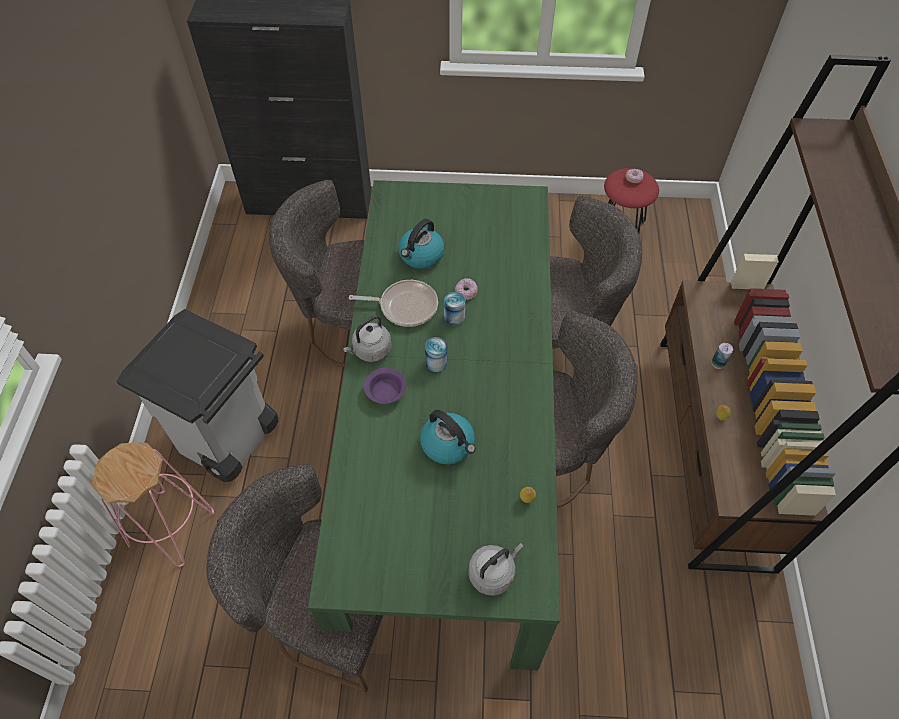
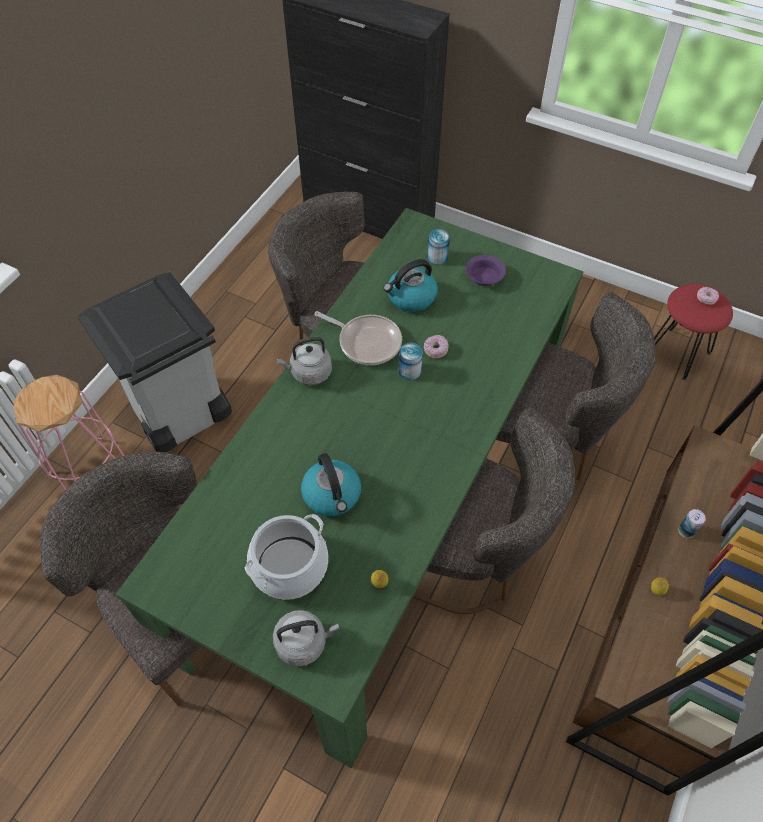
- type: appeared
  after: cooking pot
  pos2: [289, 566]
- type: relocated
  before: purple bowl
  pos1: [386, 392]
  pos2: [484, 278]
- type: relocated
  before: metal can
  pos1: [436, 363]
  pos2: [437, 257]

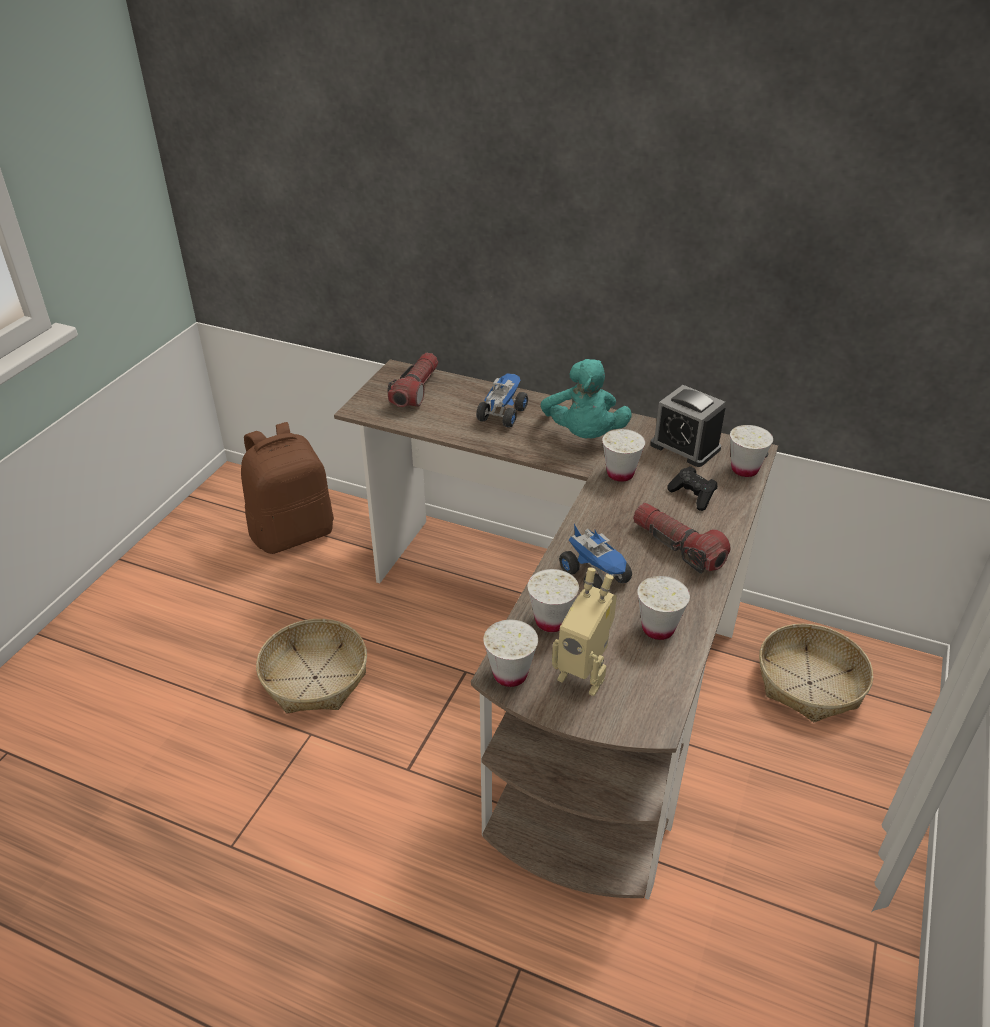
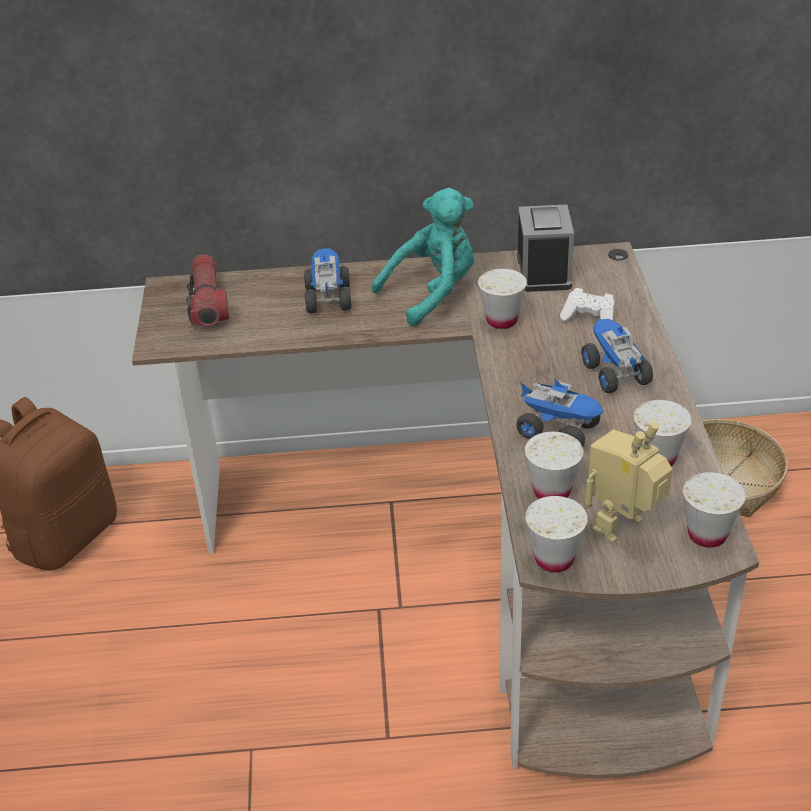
- type: missing
  before: household basket
  pos1: [315, 677]
- type: relocated
  before: white small cup
  pos1: [744, 469]
  pos2: [707, 534]
- type: exchanged
  before: flashlight
  after: toy lorry
  pos1: [677, 547]
  pos2: [614, 373]
- type: colour
  before: black gamepad
  after: white gamepad
  pos1: [693, 496]
  pos2: [589, 318]
- type: spun
  before: blue-green soft toy
  pos1: [583, 435]
  pos2: [433, 293]
  turn: -90
- type: spun
  before: robot figure
  pos1: [584, 674]
  pos2: [624, 529]
  turn: 135
- type: spun
  before: bedside clock
  pos1: [685, 447]
  pos2: [544, 272]
  turn: -105

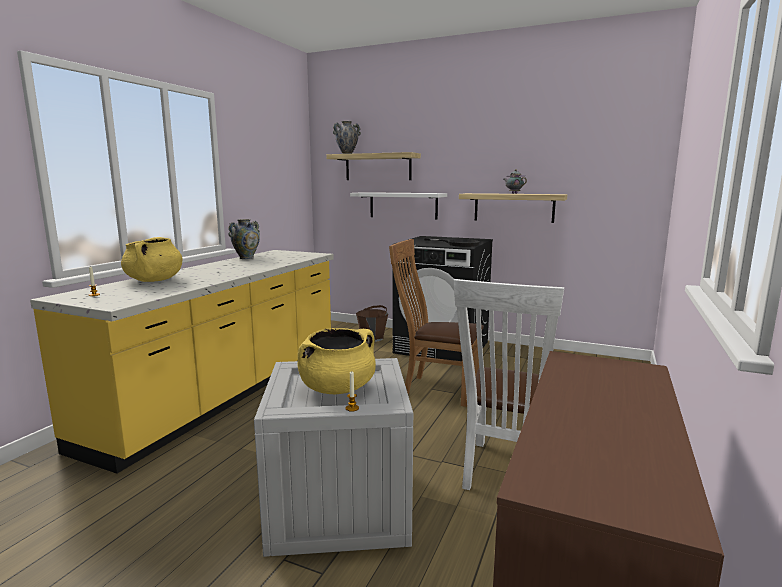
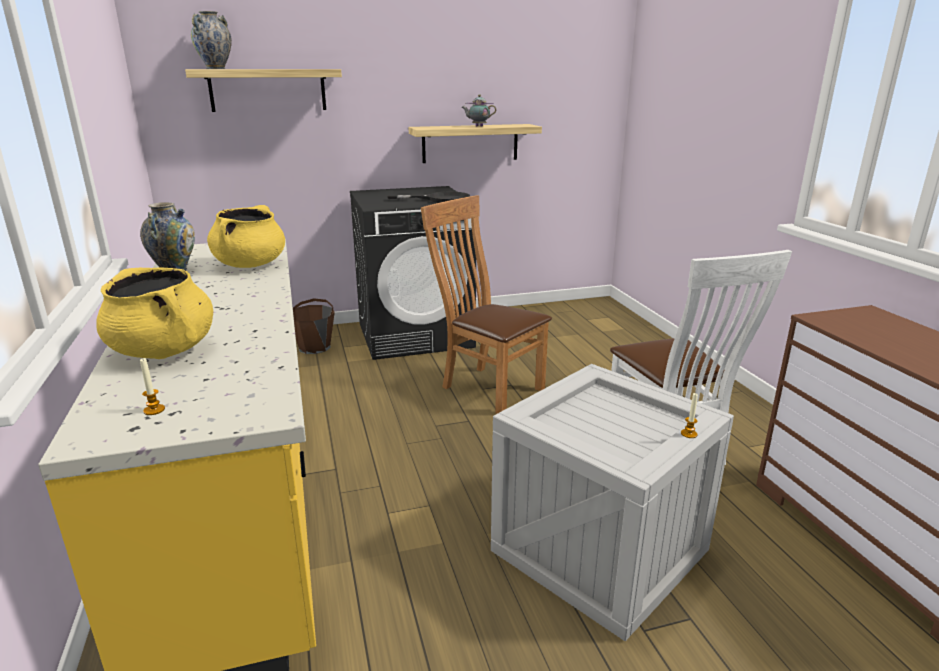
- type: missing
  before: white bracket shelf
  pos1: [403, 205]
- type: relocated
  before: yellow cooking pot
  pos1: [337, 388]
  pos2: [250, 265]
- type: spun
  before: brownish chair
  pos1: [436, 389]
  pos2: [487, 387]
  turn: 60

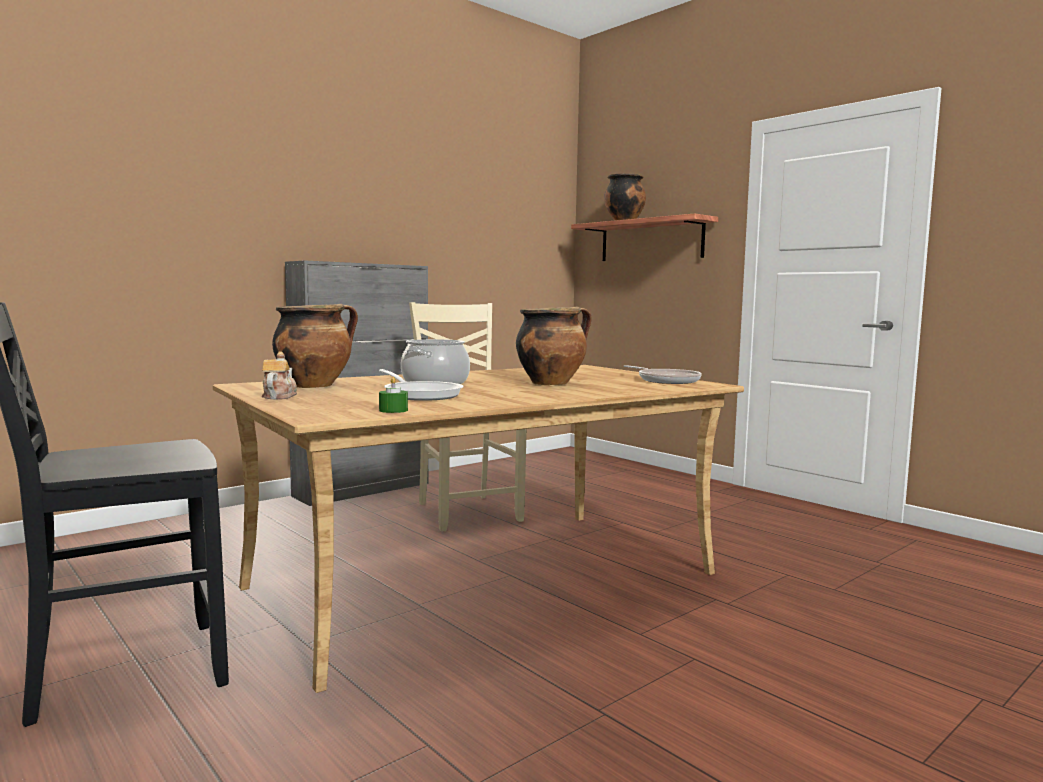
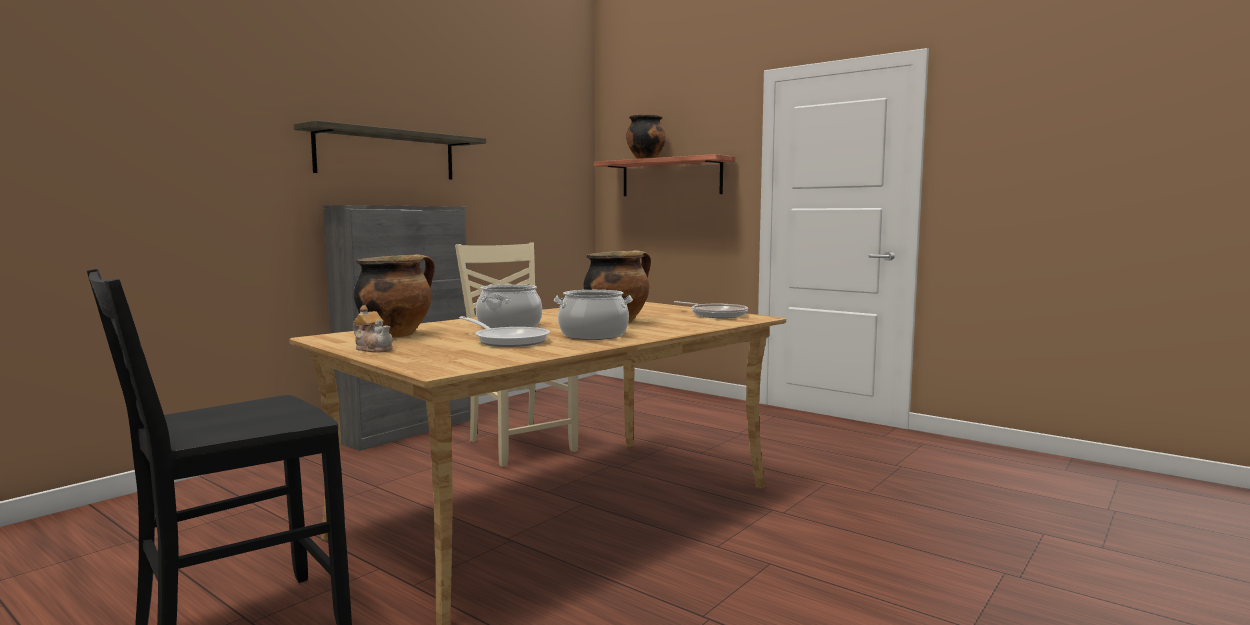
- type: missing
  before: greenish candle
  pos1: [393, 410]
- type: appeared
  after: bracket shelf
  pos2: [387, 154]
- type: appeared
  after: cooking pot
  pos2: [593, 335]
- type: spun
  before: teapot
  pos1: [279, 396]
  pos2: [374, 349]
  turn: 135

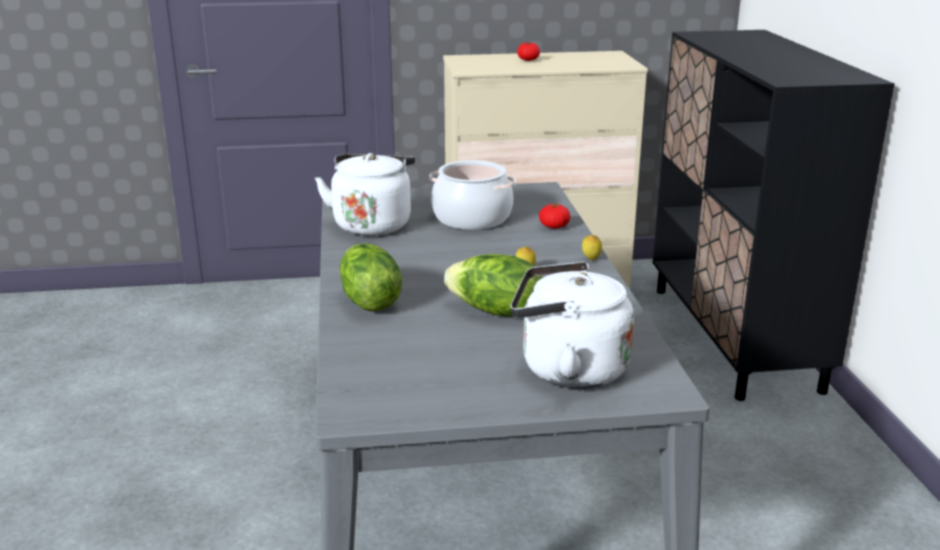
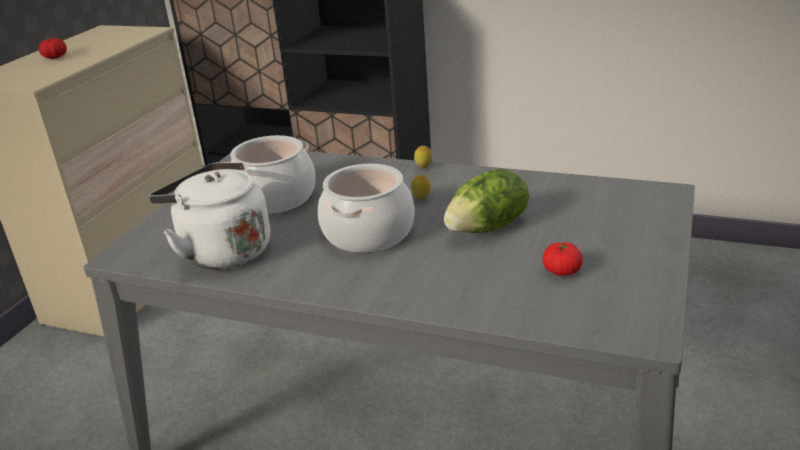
- type: missing
  before: head of lettuce
  pos1: [368, 301]
- type: missing
  before: white kettle
  pos1: [567, 369]
- type: appeared
  after: cooking pot
  pos2: [368, 233]
- type: relocated
  before: whole tomato
  pos1: [554, 226]
  pos2: [562, 271]

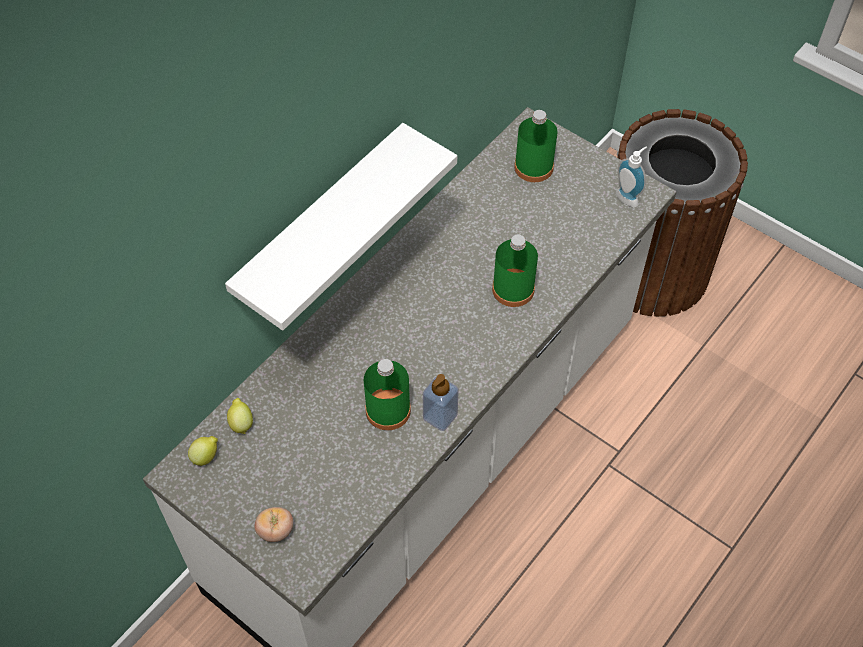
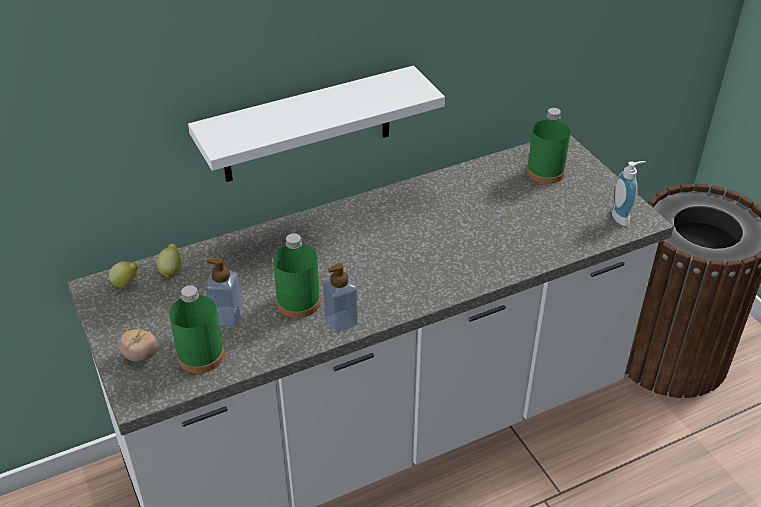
- type: appeared
  after: soap dispenser
  pos2: [227, 317]
- type: relocated
  before: greenish bottle
  pos1: [513, 289]
  pos2: [201, 355]

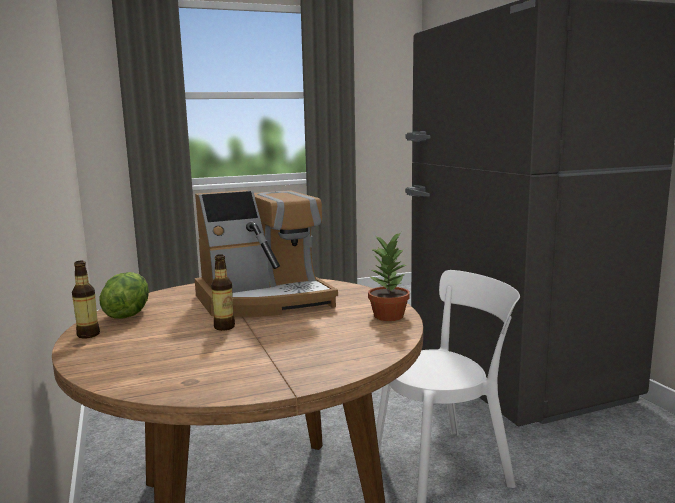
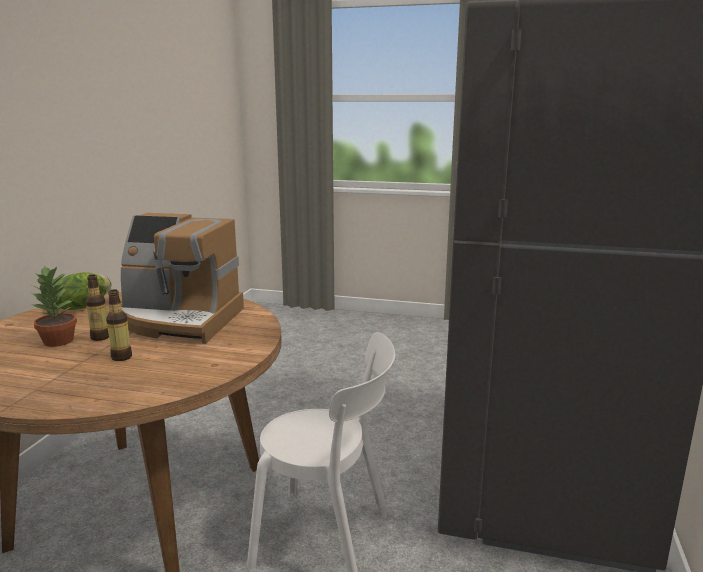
- type: relocated
  before: bottle
  pos1: [88, 335]
  pos2: [121, 357]
- type: relocated
  before: plant in a pot
  pos1: [389, 316]
  pos2: [58, 341]

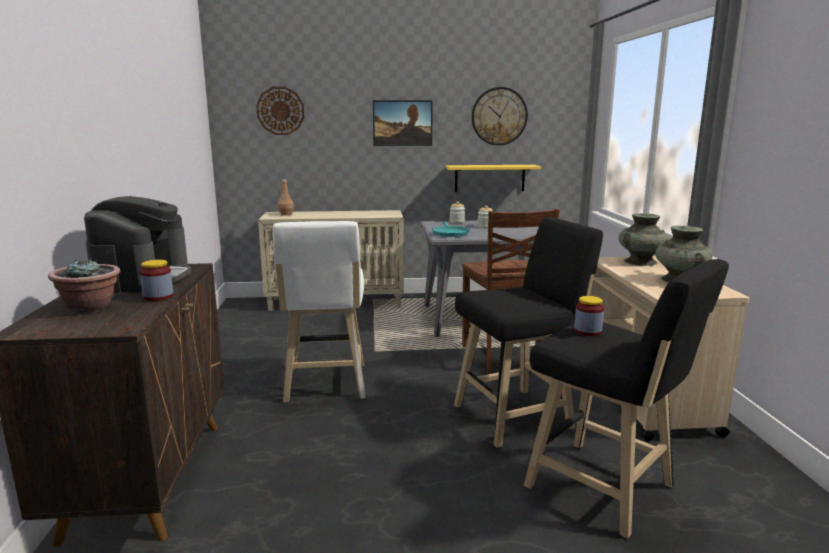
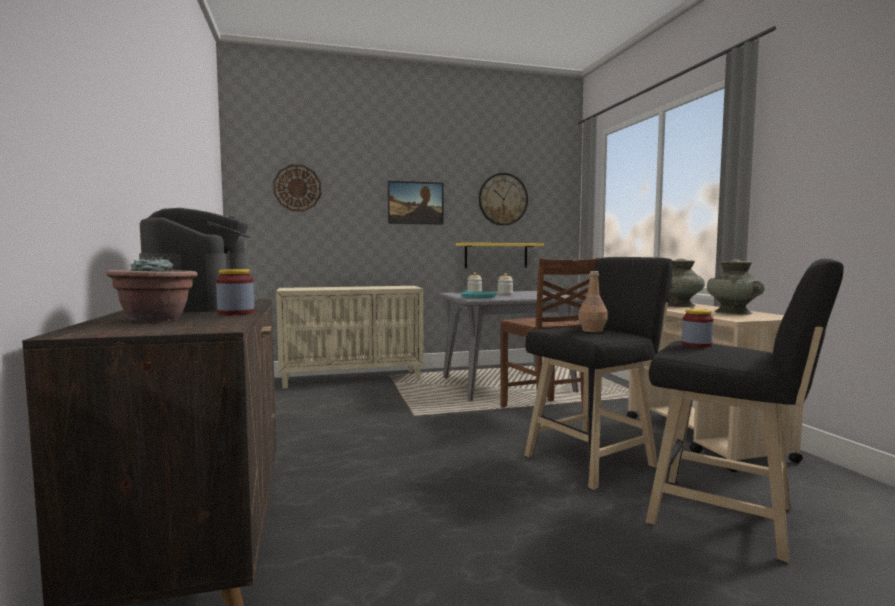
- type: missing
  before: white stool seat
  pos1: [325, 385]
- type: relocated
  before: brownish bottle
  pos1: [286, 214]
  pos2: [592, 330]

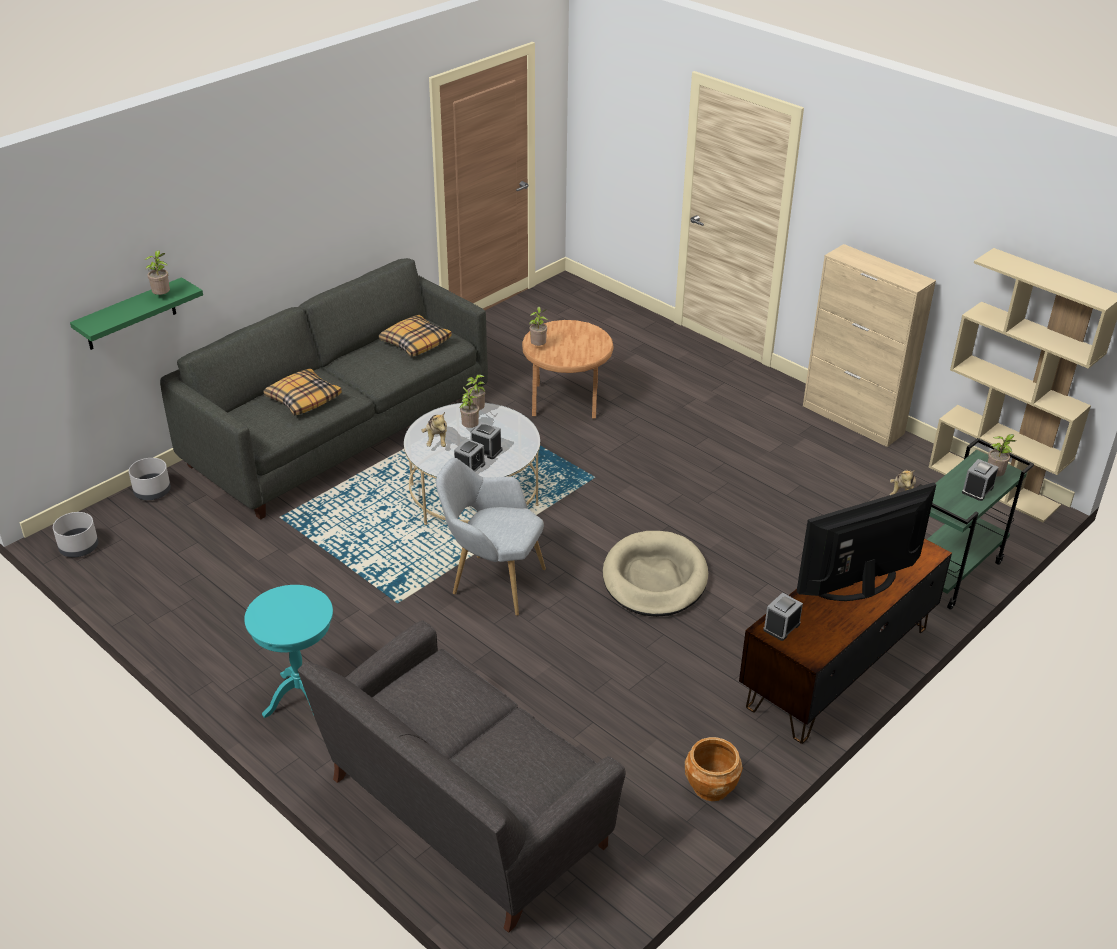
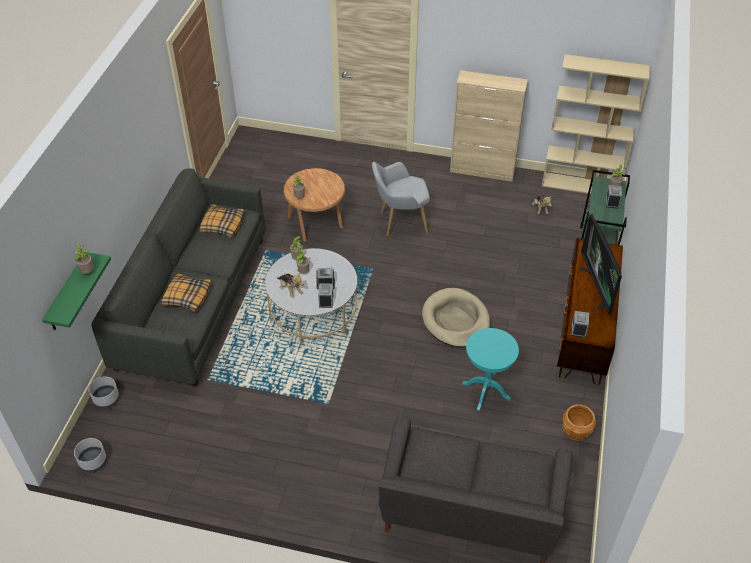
- type: relocated
  before: blue-green accent table
  pos1: [301, 698]
  pos2: [486, 391]
- type: relocated
  before: gray easy chair
  pos1: [492, 581]
  pos2: [400, 222]
- type: spun
  before: TV set
  pos1: [860, 588]
  pos2: [597, 287]
  turn: -45

